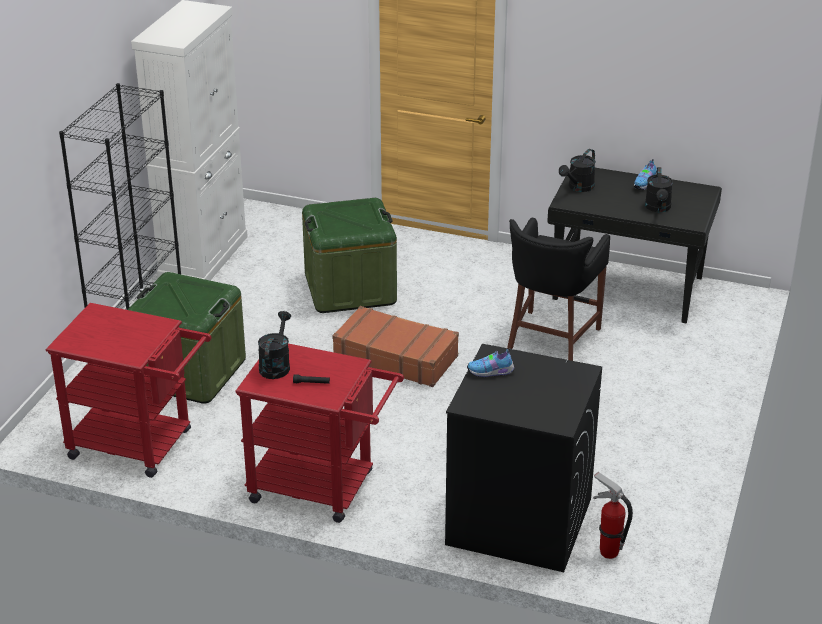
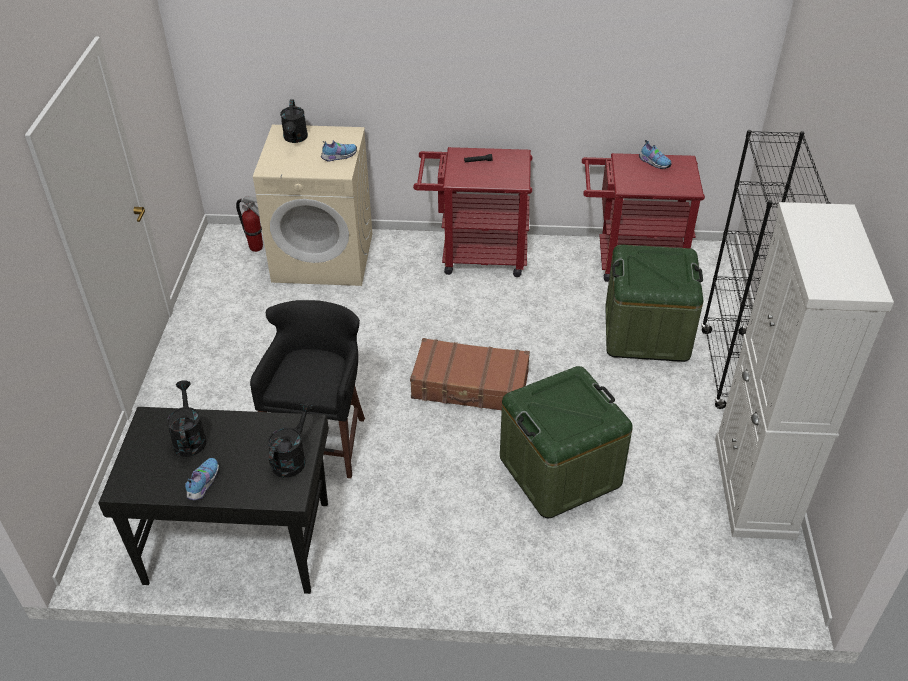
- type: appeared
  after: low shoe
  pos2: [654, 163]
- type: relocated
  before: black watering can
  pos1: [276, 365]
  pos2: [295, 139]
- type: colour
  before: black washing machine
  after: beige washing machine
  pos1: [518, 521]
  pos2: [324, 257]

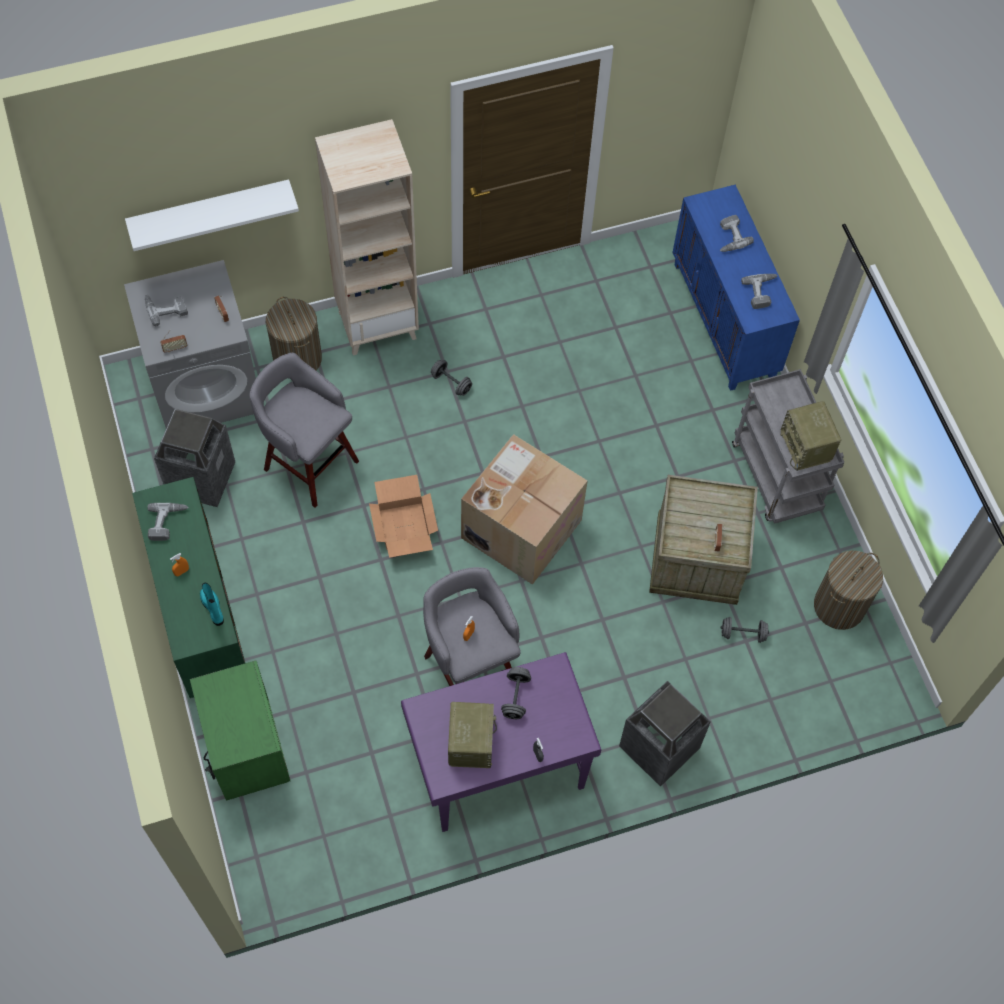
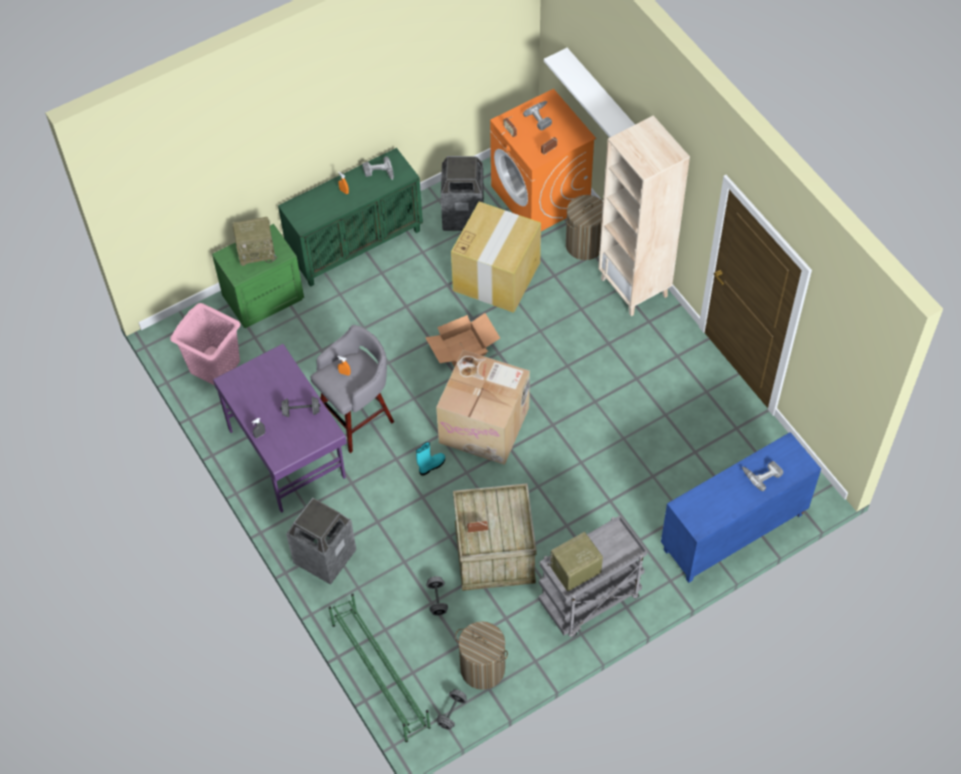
- type: missing
  before: power drill
  pos1: [762, 292]
- type: appeared
  after: pink-coloured laundry basket
  pos2: [214, 366]
- type: appeared
  after: greenish shoe rack
  pos2: [380, 674]
- type: relocated
  before: blue-green tall boot
  pos1: [213, 609]
  pos2: [431, 466]
- type: relocated
  before: gray dumbbell
  pos1: [451, 383]
  pos2: [452, 712]
- type: relocated
  before: radio receiver
  pos1: [470, 742]
  pos2: [257, 251]
- type: exchanged
  before: gray stool seat
  after: packing box
  pos1: [309, 463]
  pos2: [497, 275]
- type: colour
  before: gray washing machine
  after: orange washing machine
  pos1: [206, 386]
  pos2: [541, 196]

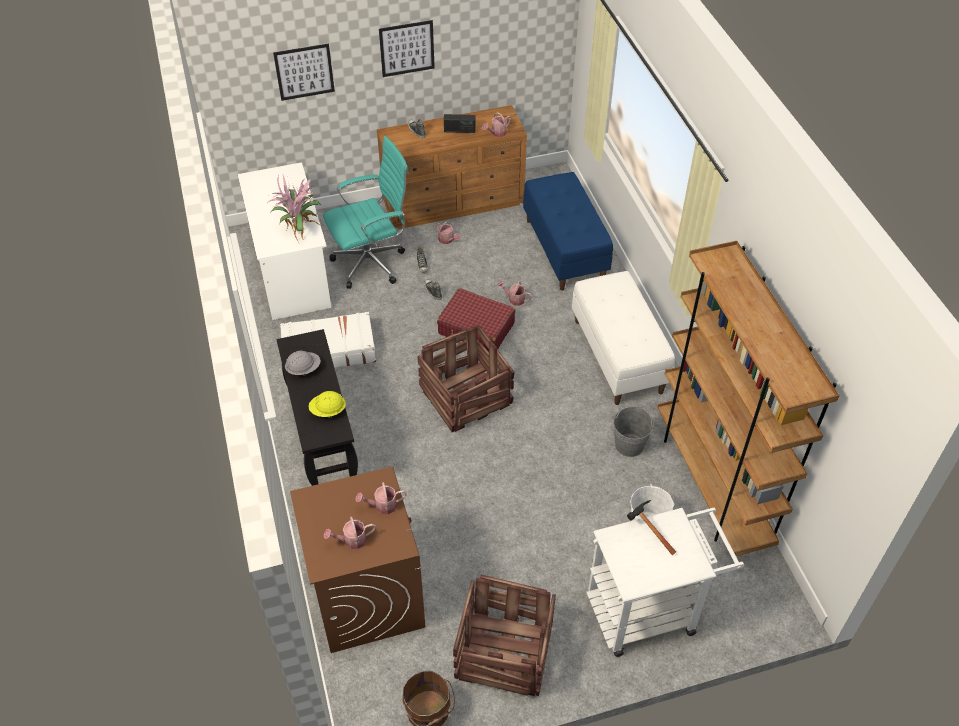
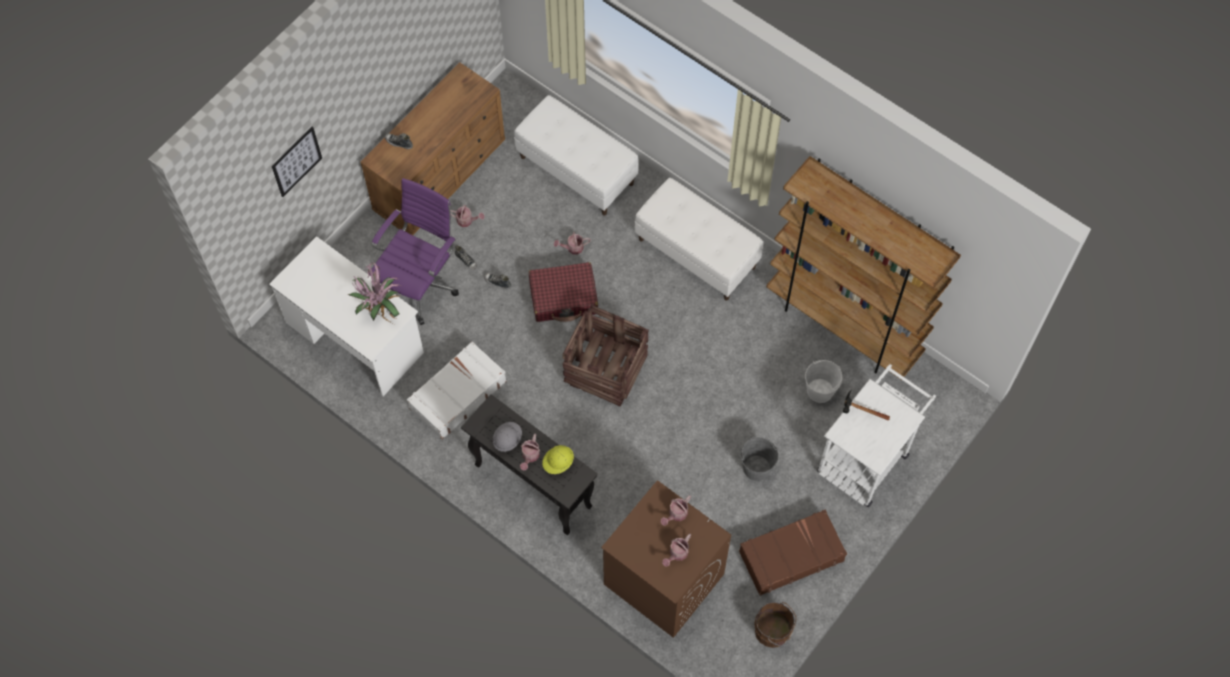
- type: missing
  before: wall art
  pos1: [407, 48]
- type: missing
  before: radio receiver
  pos1: [459, 130]
- type: relocated
  before: watering can
  pos1: [497, 133]
  pos2: [530, 456]
- type: relocated
  before: gray pail
  pos1: [629, 445]
  pos2: [756, 467]
- type: exchanged
  before: packing crate
  after: brownish piece of luggage
  pos1: [502, 652]
  pos2: [790, 555]
- type: colour
  before: blue-green computer chair
  after: purple computer chair
  pos1: [372, 263]
  pos2: [420, 285]
- type: colour
  before: bluish indoor bench
  after: white indoor bench
  pos1: [565, 250]
  pos2: [577, 170]

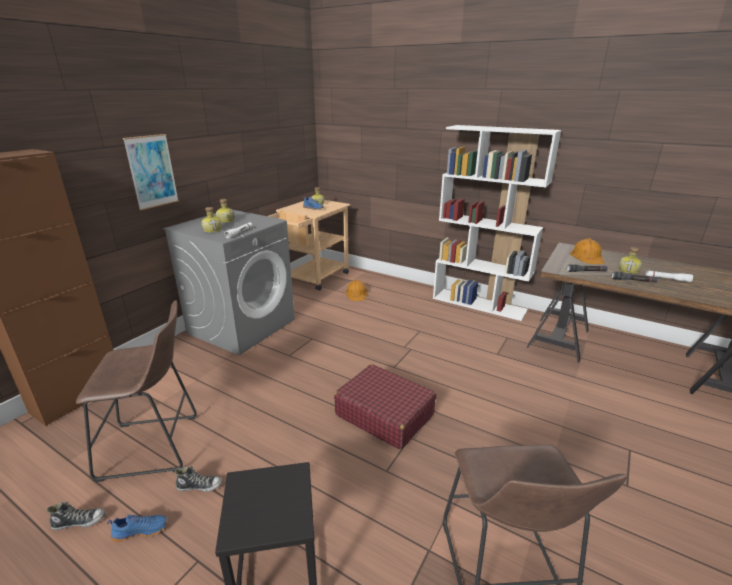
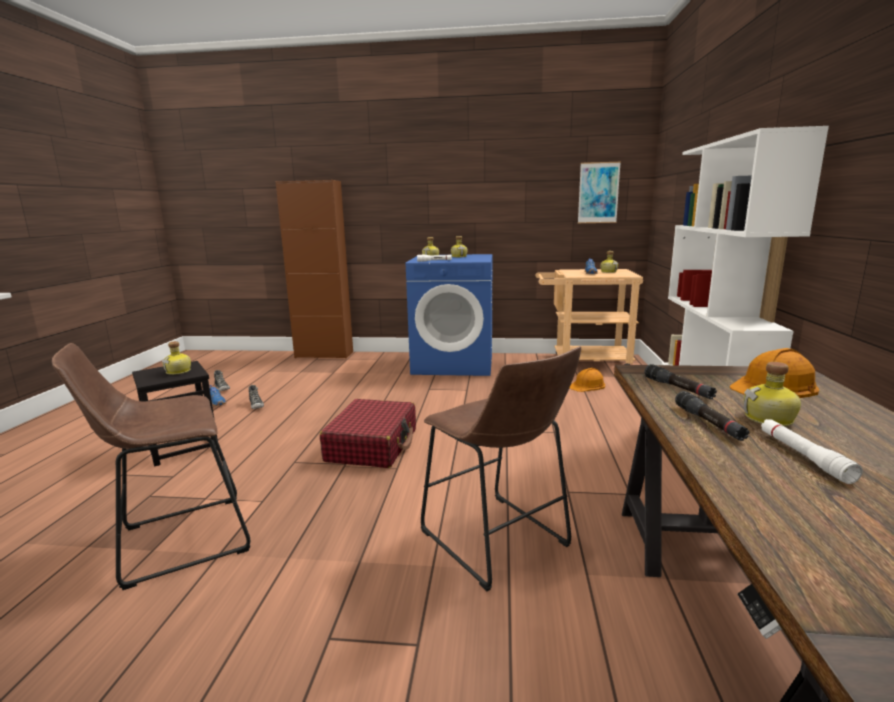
- type: appeared
  after: bottle
  pos2: [179, 371]
- type: relocated
  before: brownish stool seat
  pos1: [156, 446]
  pos2: [498, 543]
- type: relocated
  before: wall art
  pos1: [152, 171]
  pos2: [598, 193]
- type: colour
  before: gray washing machine
  after: bluish washing machine
  pos1: [242, 326]
  pos2: [454, 364]

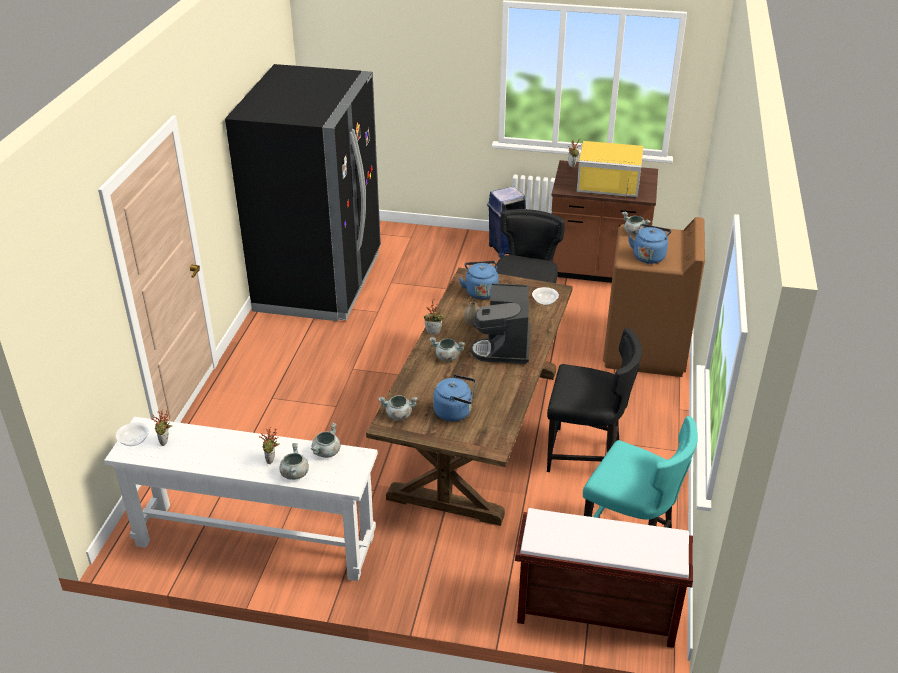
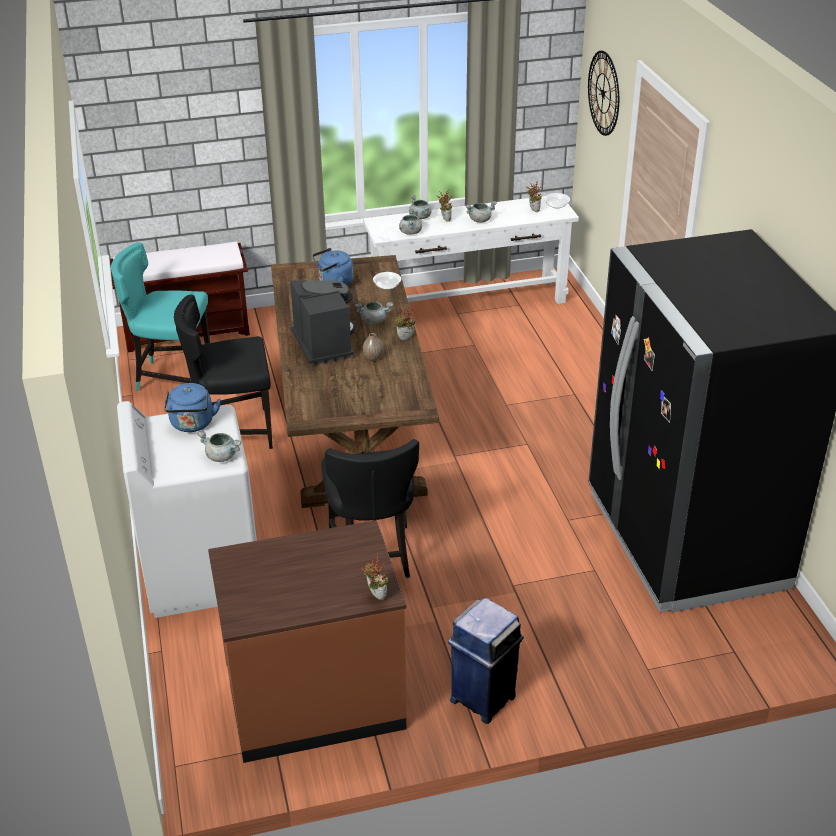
- type: missing
  before: bluish kettle
  pos1: [480, 291]
- type: missing
  before: yellow microwave
  pos1: [609, 183]
- type: appeared
  after: hanging clock
  pos2: [603, 93]
- type: relocated
  before: gray cooking pot
  pos1: [398, 415]
  pos2: [480, 220]
- type: relocated
  before: bowl
  pos1: [544, 301]
  pos2: [387, 286]
- type: colour
  before: brownish washing machine
  after: white washing machine
  pos1: [645, 350]
  pos2: [201, 572]

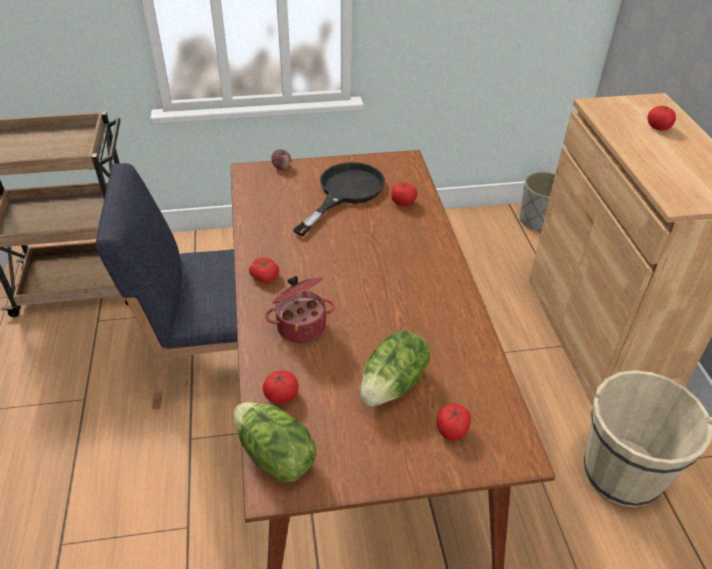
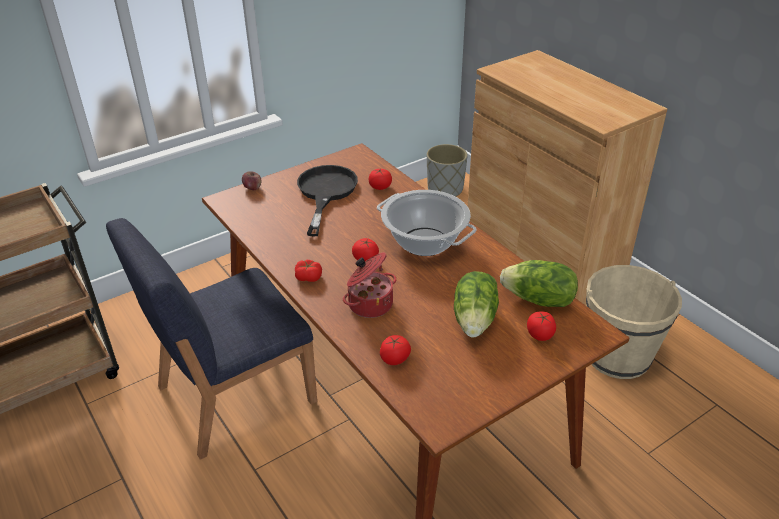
- type: appeared
  after: cooking pot
  pos2: [424, 242]
- type: relocated
  before: head of lettuce
  pos1: [274, 457]
  pos2: [538, 300]
- type: relocated
  before: whole tomato
  pos1: [658, 127]
  pos2: [366, 259]

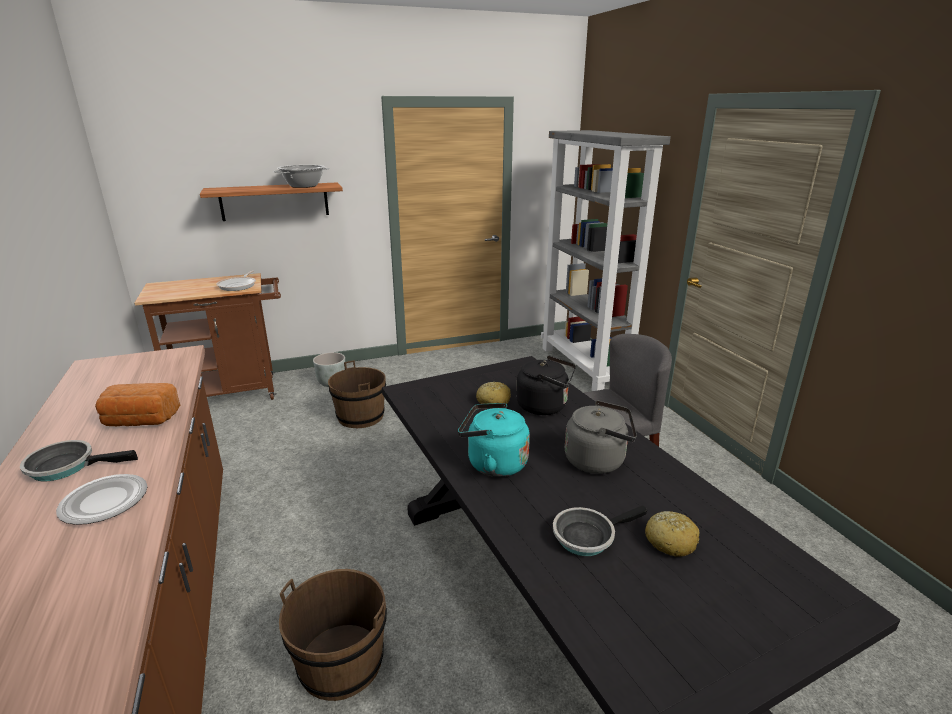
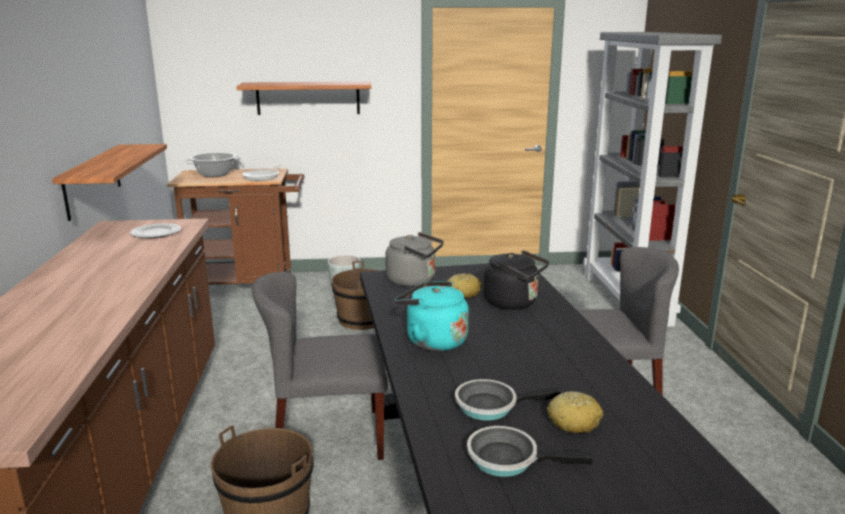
- type: missing
  before: bakery bread
  pos1: [140, 421]
- type: appeared
  after: bracket shelf
  pos2: [92, 180]
- type: appeared
  after: gray chair
  pos2: [327, 438]
- type: relocated
  before: frying pan
  pos1: [67, 466]
  pos2: [508, 459]
- type: relocated
  before: dinner plate
  pos1: [105, 502]
  pos2: [156, 233]
- type: relocated
  before: cooking pot
  pos1: [303, 186]
  pos2: [214, 174]
- type: relocated
  before: gray kettle
  pos1: [598, 460]
  pos2: [414, 281]

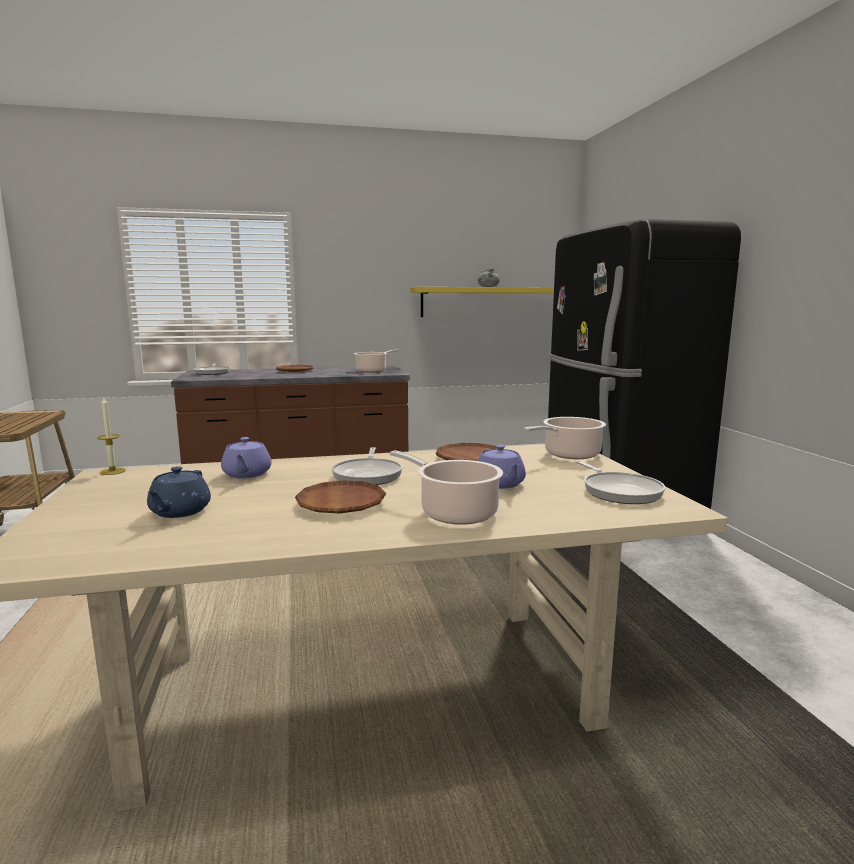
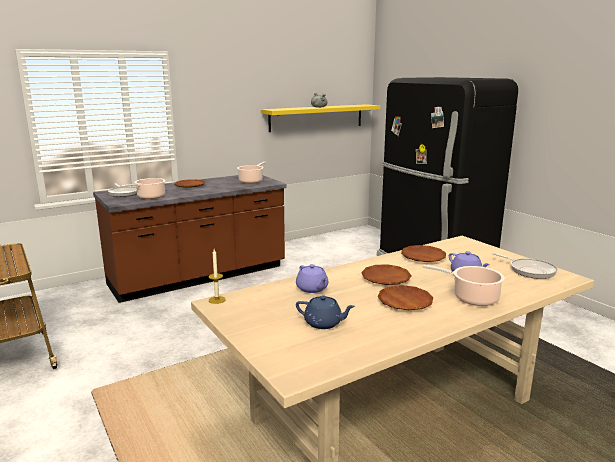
- type: relocated
  before: cooking pot
  pos1: [569, 455]
  pos2: [149, 197]
- type: exchanged
  before: frying pan
  after: brownish dinner plate
  pos1: [368, 475]
  pos2: [386, 278]
- type: spun
  before: bluish teapot
  pos1: [179, 512]
  pos2: [324, 323]
  turn: -60

